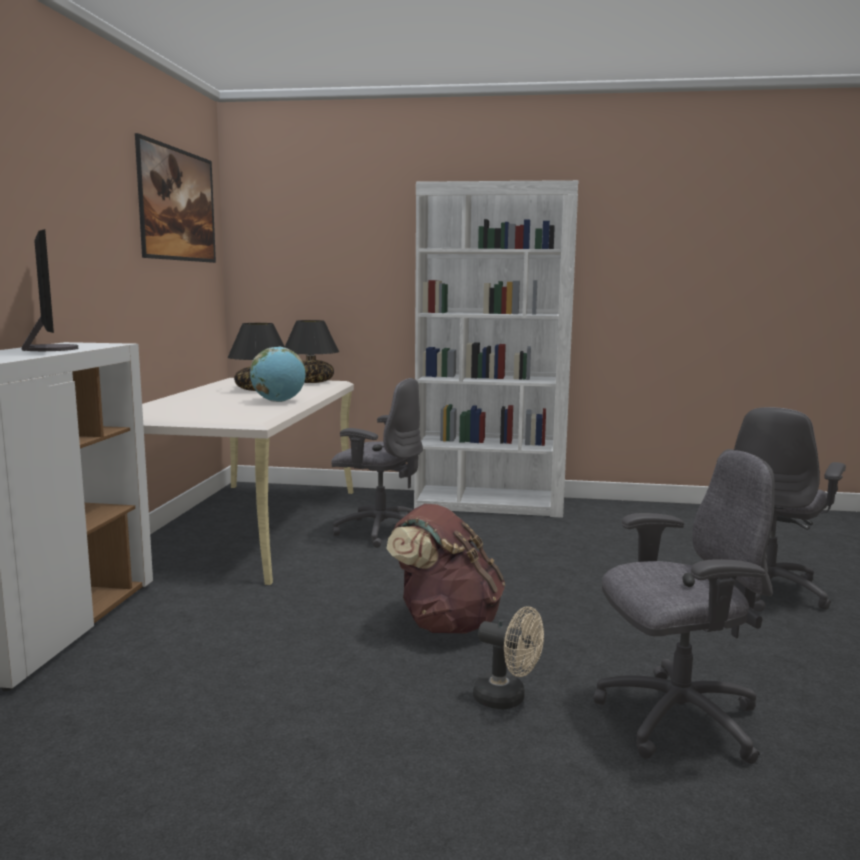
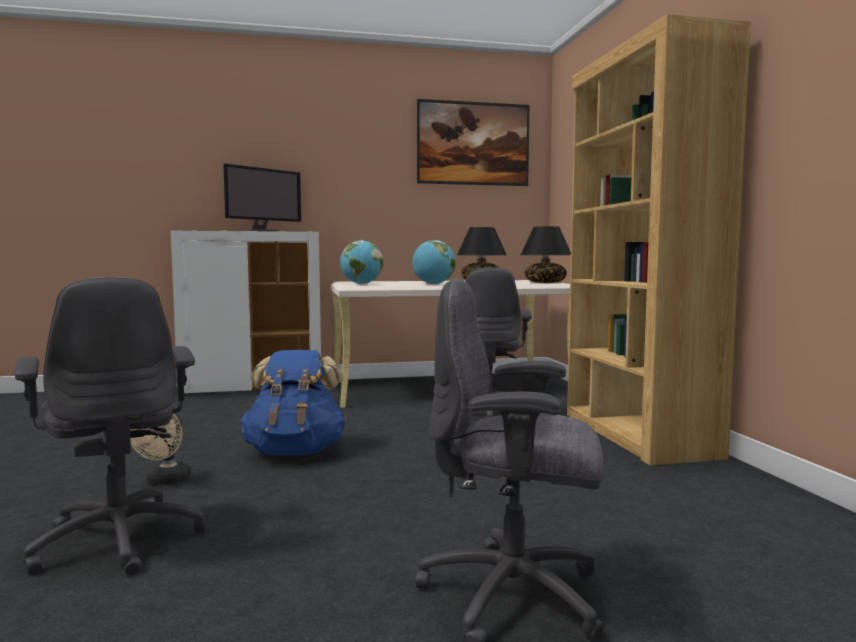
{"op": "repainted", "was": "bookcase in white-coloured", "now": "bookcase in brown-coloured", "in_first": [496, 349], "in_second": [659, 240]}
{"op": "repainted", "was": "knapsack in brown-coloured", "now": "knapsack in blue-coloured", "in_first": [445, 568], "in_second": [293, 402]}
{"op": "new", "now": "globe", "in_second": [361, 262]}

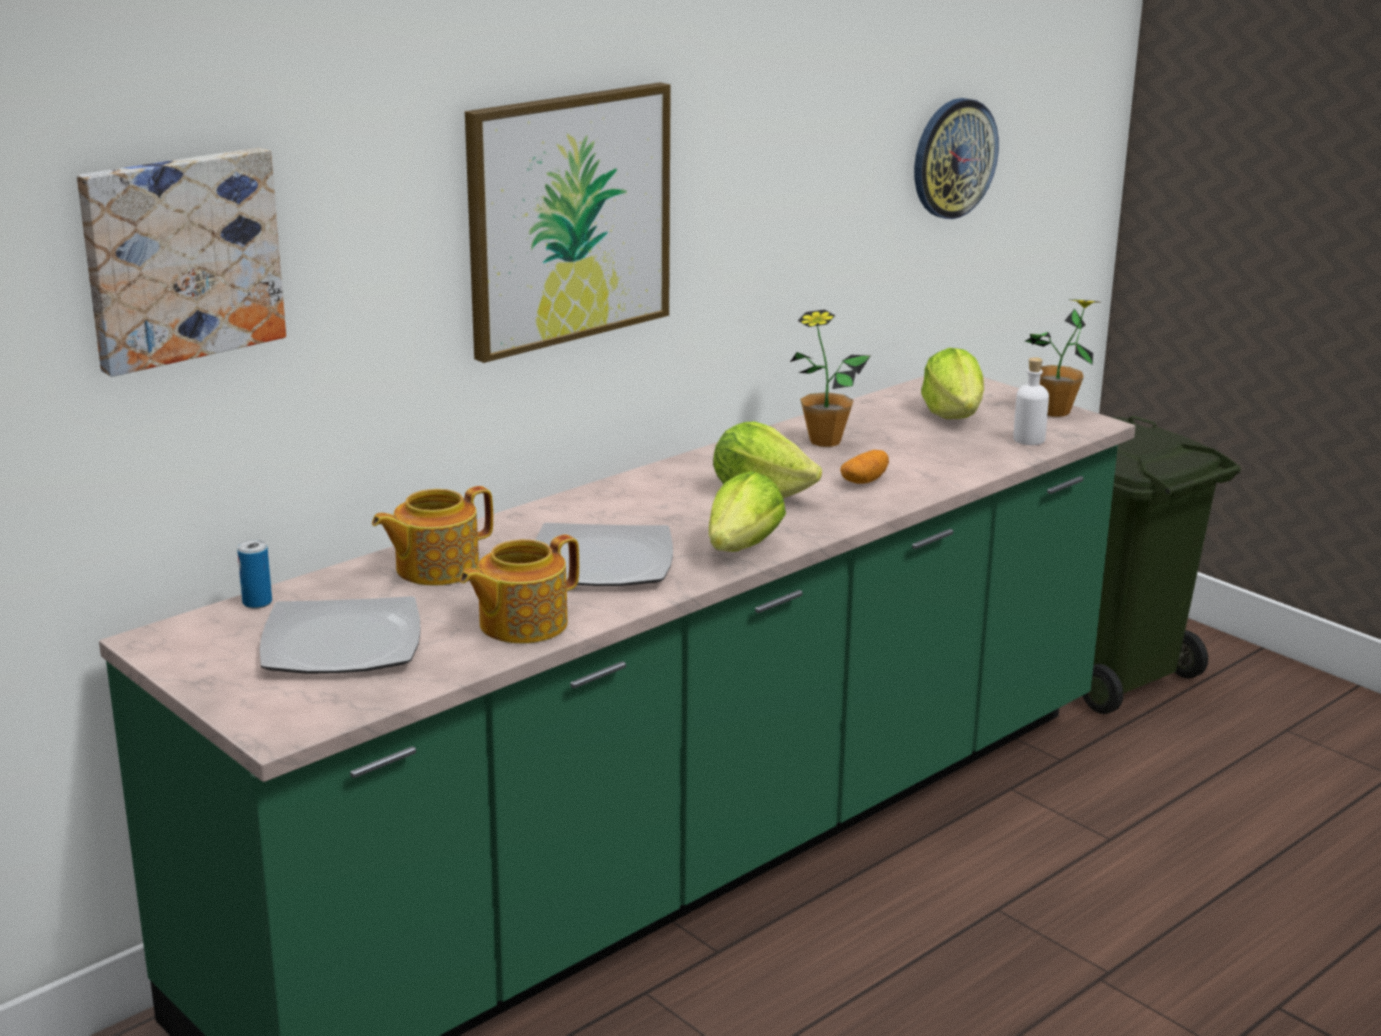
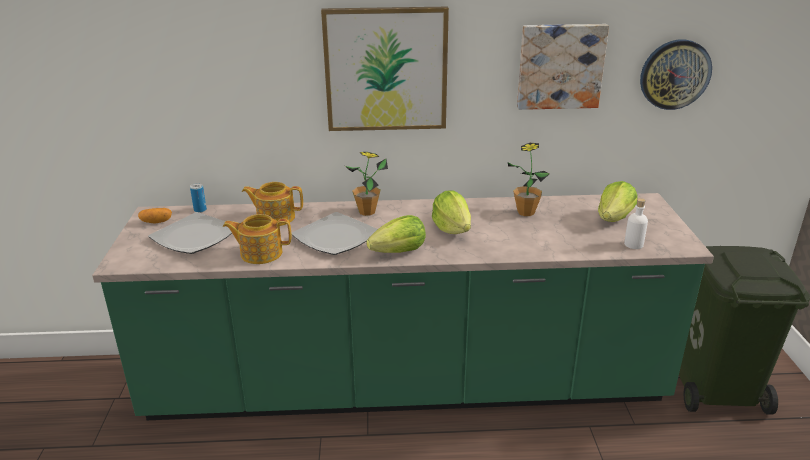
{"op": "shifted", "was": "wall picture", "in_first": [181, 262], "in_second": [563, 67]}
{"op": "shifted", "was": "potted plant", "in_first": [1063, 358], "in_second": [366, 184]}
{"op": "shifted", "was": "spud", "in_first": [864, 467], "in_second": [155, 215]}

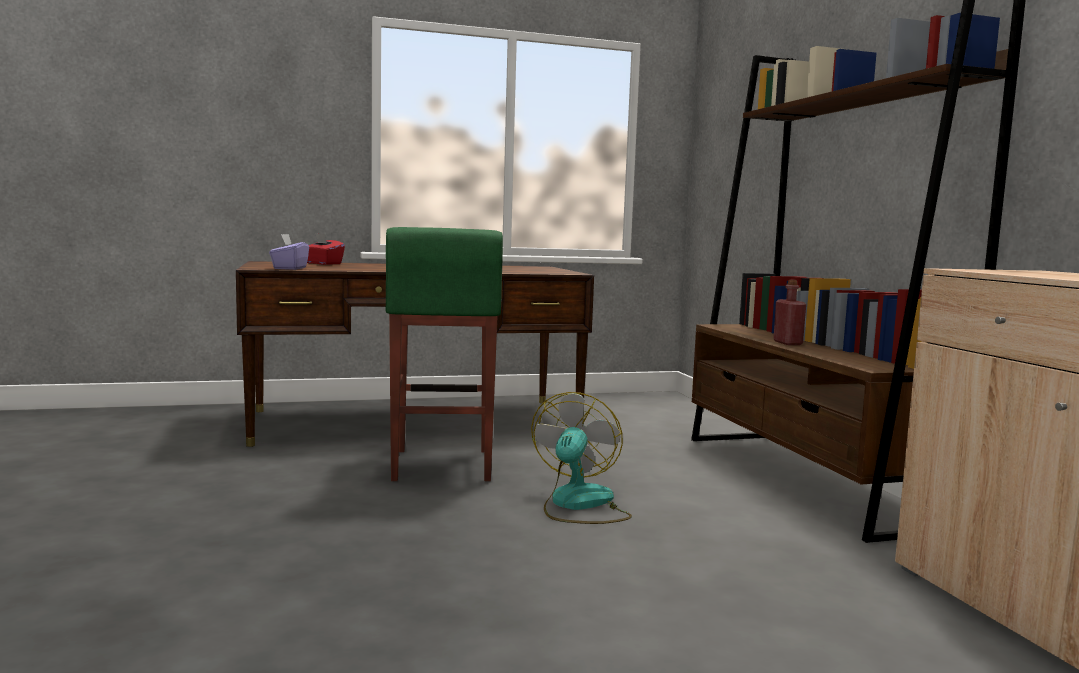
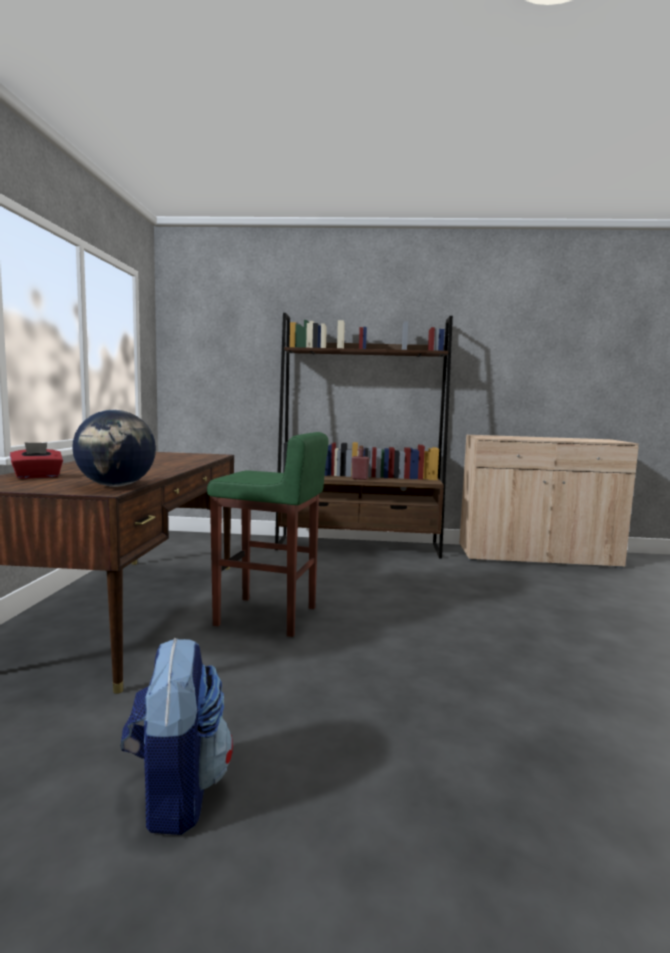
{"op": "swapped", "was": "tissue box in purple-coloured", "now": "globe", "in_first": [289, 252], "in_second": [114, 448]}
{"op": "gone", "was": "cooling fan", "in_first": [581, 458]}
{"op": "new", "now": "knapsack", "in_second": [177, 736]}

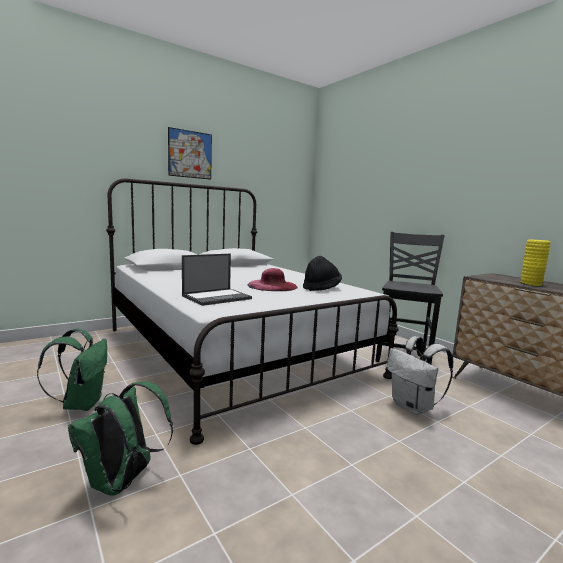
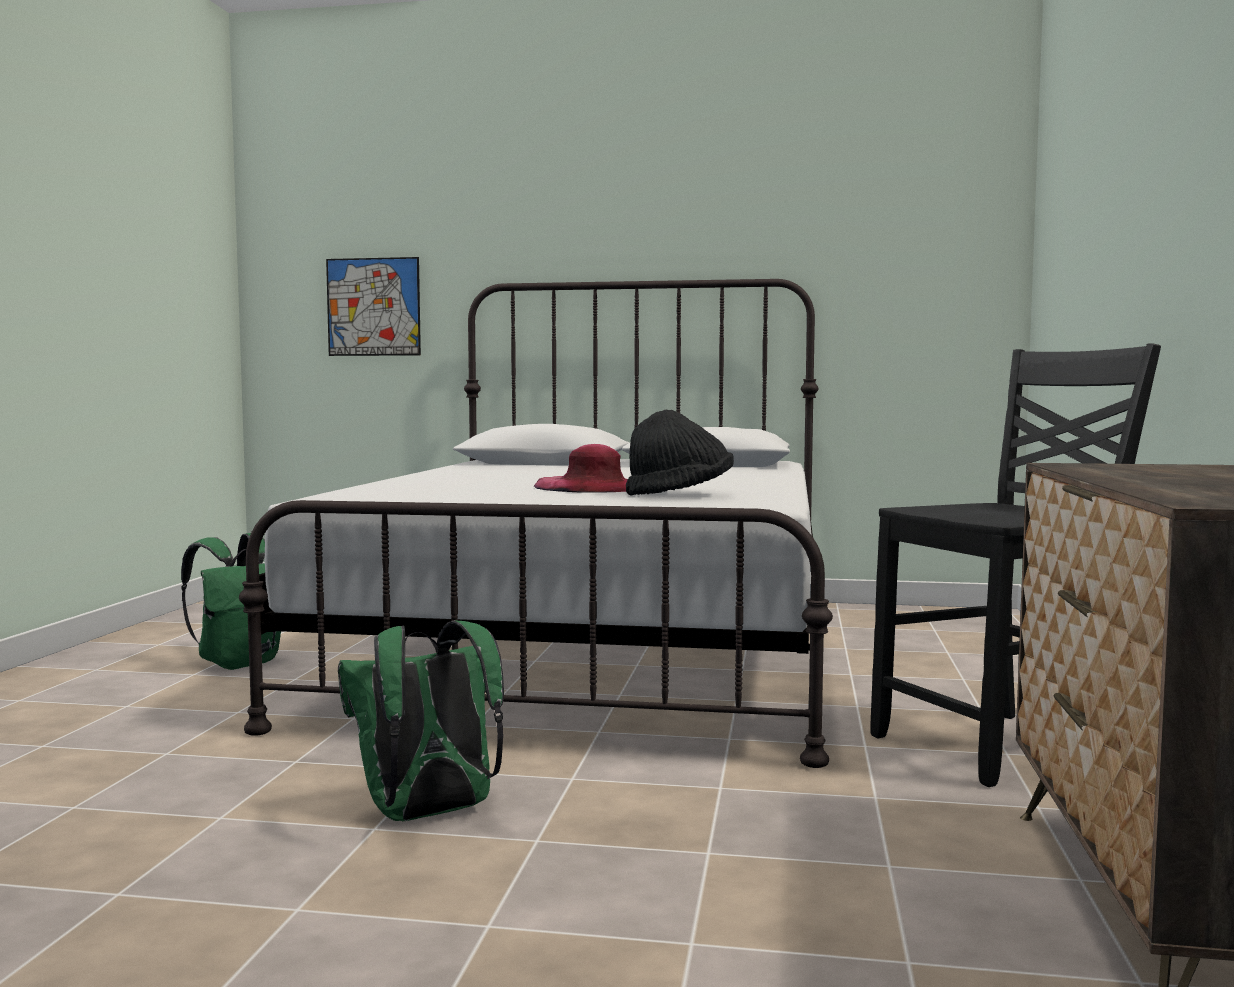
{"op": "shifted", "was": "wall picture", "in_first": [190, 153], "in_second": [373, 306]}
{"op": "gone", "was": "flower vase in yellowish", "in_first": [535, 262]}
{"op": "gone", "was": "laptop", "in_first": [217, 280]}
{"op": "gone", "was": "knapsack in white-coloured", "in_first": [420, 375]}
{"op": "shifted", "was": "knapsack in green", "in_first": [120, 438], "in_second": [421, 721]}

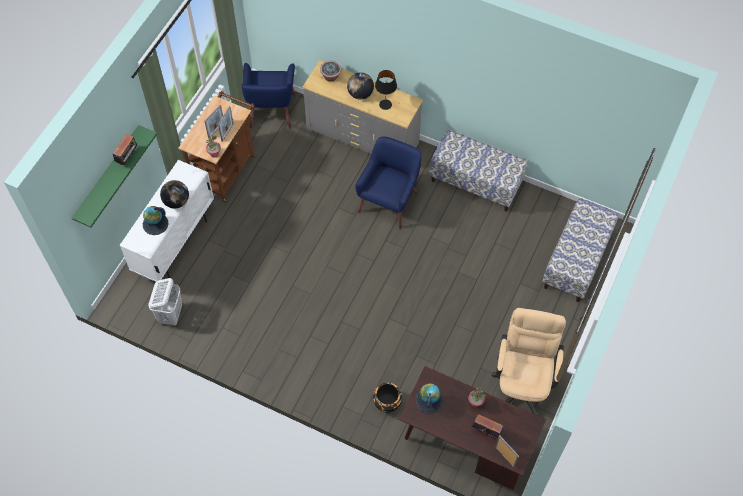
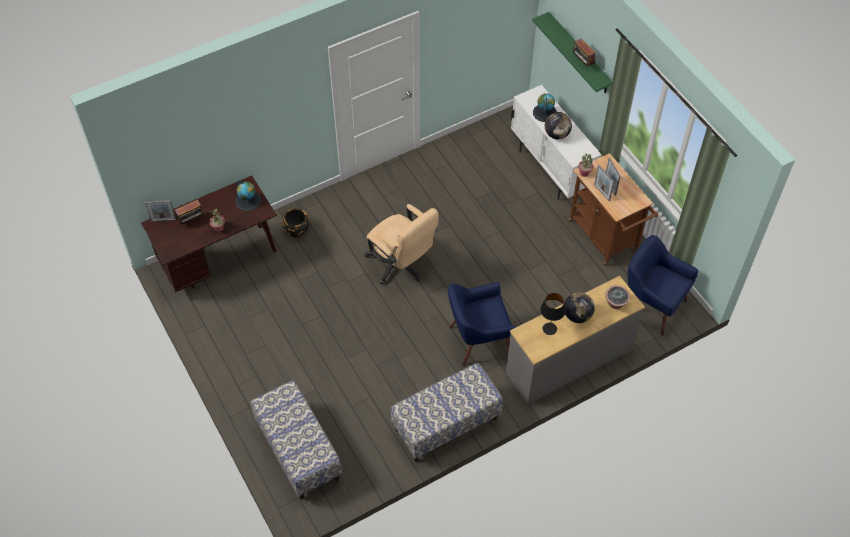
{"op": "rotated", "was": "lounge chair in blue-coloured", "in_first": [388, 183], "in_second": [482, 324], "clockwise": 105}
{"op": "gone", "was": "washing basket in white-coloured", "in_first": [165, 301]}
{"op": "shifted", "was": "computer chair in beige", "in_first": [528, 362], "in_second": [402, 244]}

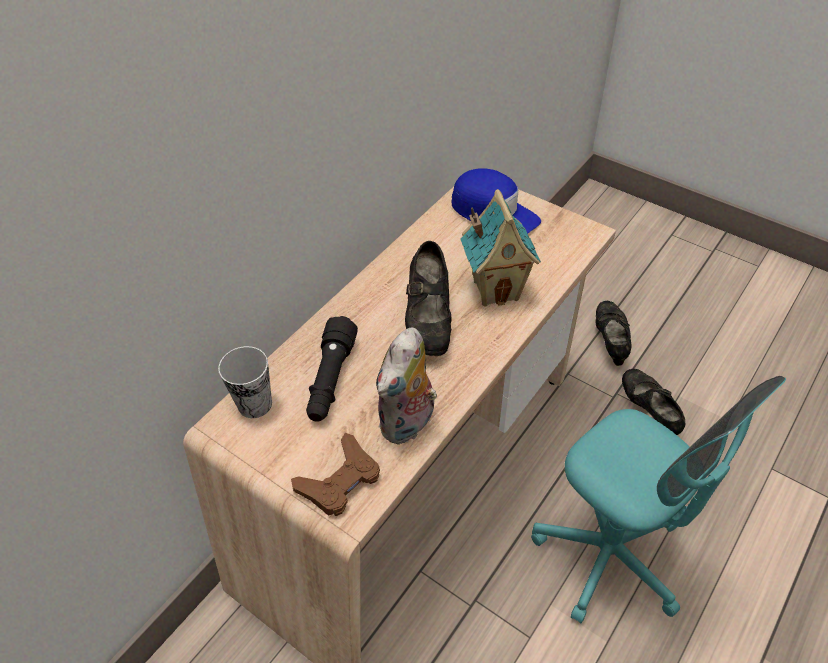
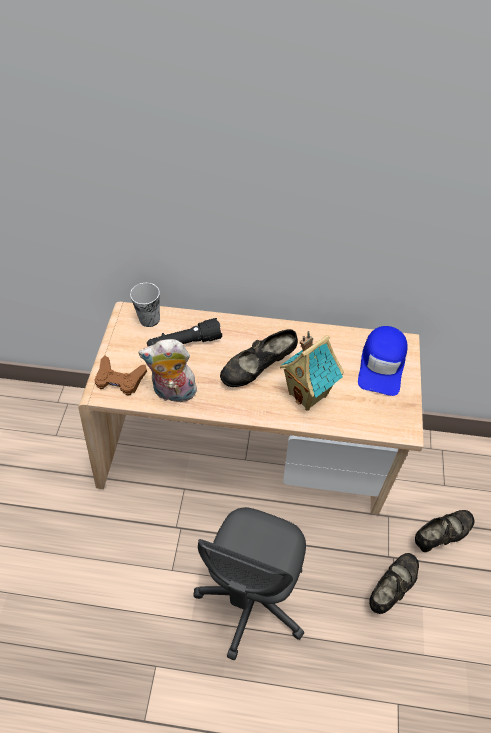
{"op": "repainted", "was": "computer chair in turquoise", "now": "computer chair in gray", "in_first": [658, 499], "in_second": [249, 583]}

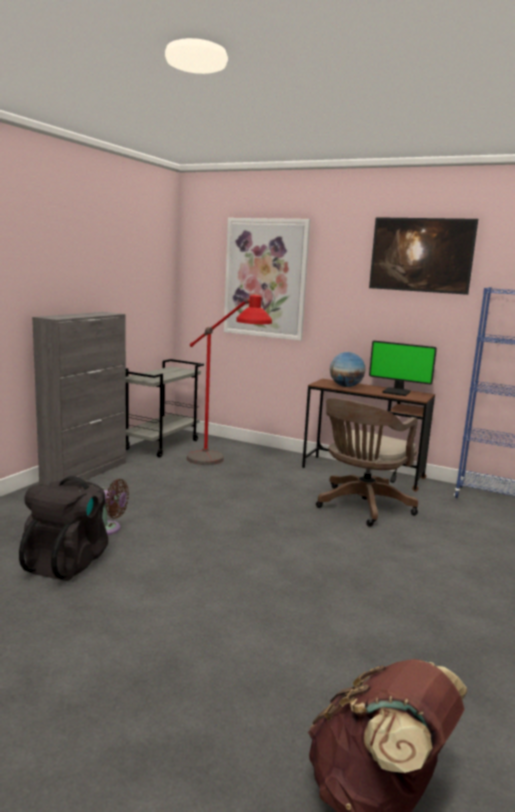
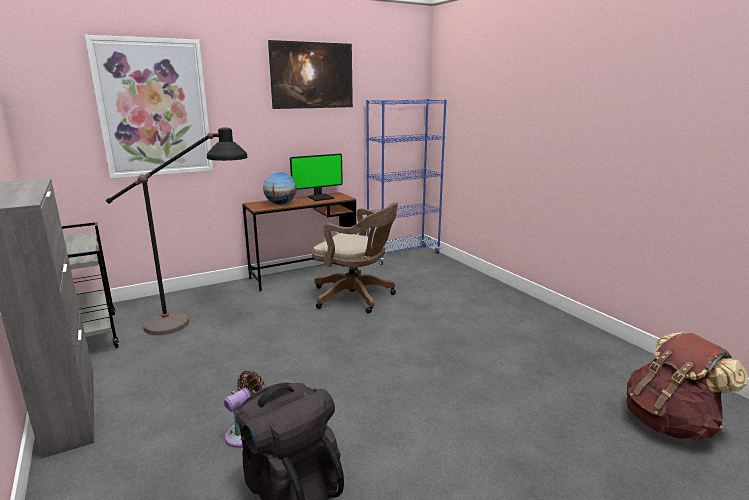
{"op": "repainted", "was": "standing lamp in reddish", "now": "standing lamp in blackish", "in_first": [229, 380], "in_second": [176, 231]}
{"op": "rotated", "was": "computer chair in brown-coloured", "in_first": [367, 462], "in_second": [355, 258], "clockwise": -45}

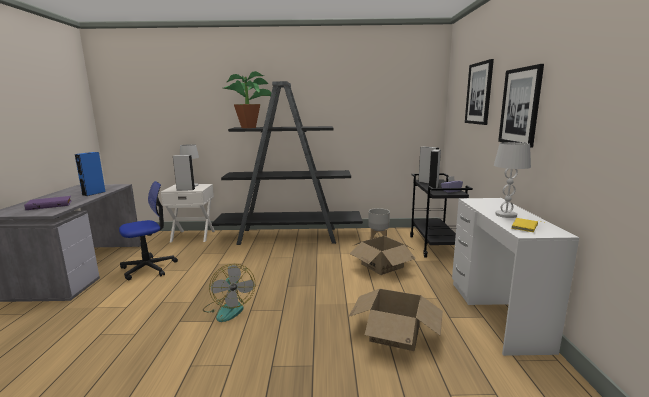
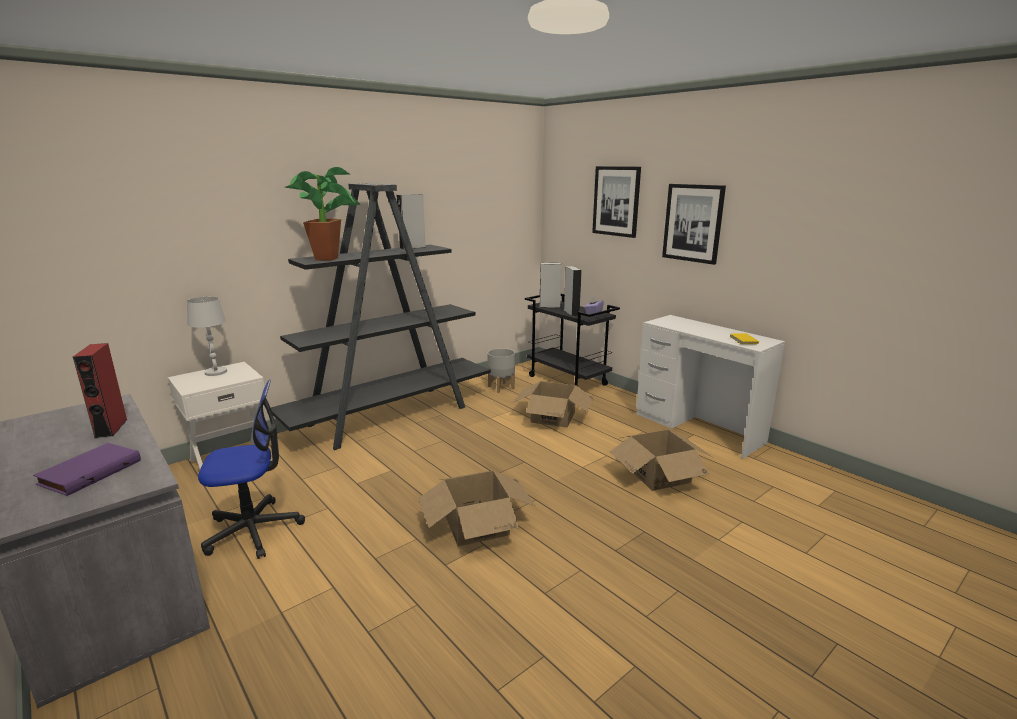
{"op": "gone", "was": "table lamp in white-coloured", "in_first": [512, 180]}
{"op": "repainted", "was": "speaker in blue-coloured", "now": "speaker in reddish", "in_first": [90, 174], "in_second": [100, 391]}
{"op": "shifted", "was": "speaker in gray", "in_first": [184, 172], "in_second": [411, 222]}
{"op": "rotated", "was": "computer chair", "in_first": [148, 230], "in_second": [251, 469], "clockwise": 60}
{"op": "swapped", "was": "cooling fan", "now": "packing box", "in_first": [229, 293], "in_second": [476, 508]}

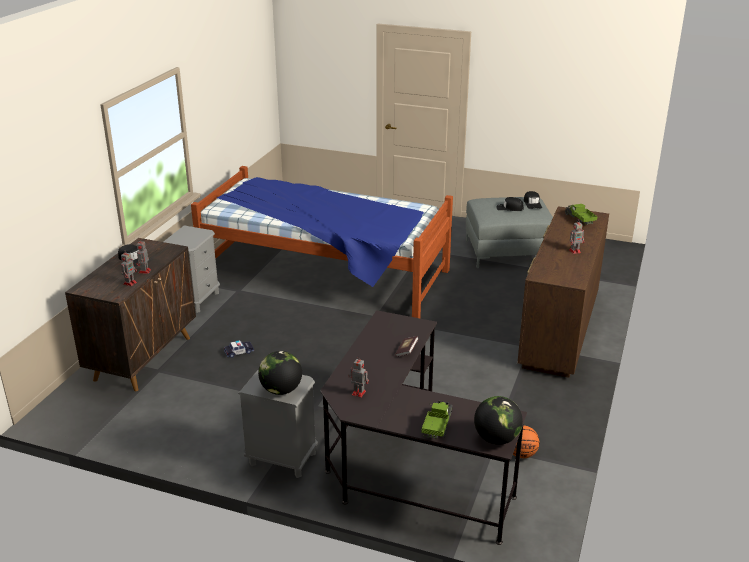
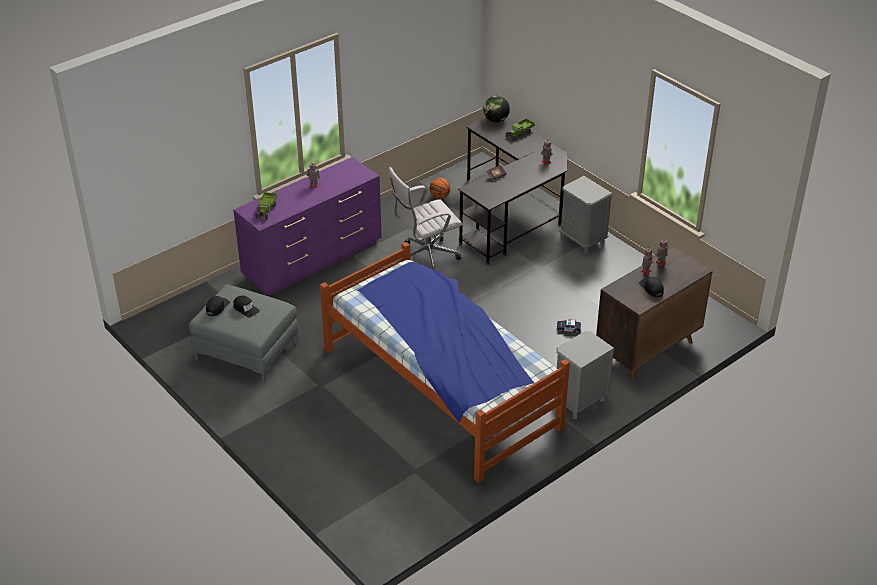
{"op": "repainted", "was": "drawer chest in brown-coloured", "now": "drawer chest in purple-coloured", "in_first": [563, 292], "in_second": [307, 226]}
{"op": "gone", "was": "globe", "in_first": [280, 373]}
{"op": "new", "now": "computer chair in white-coloured", "in_second": [425, 218]}

